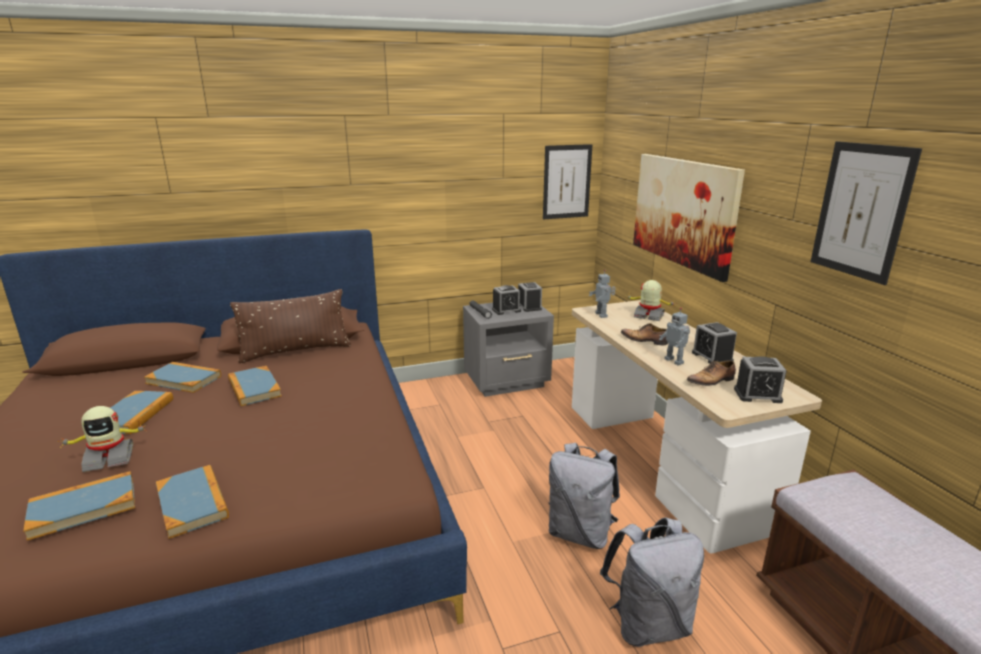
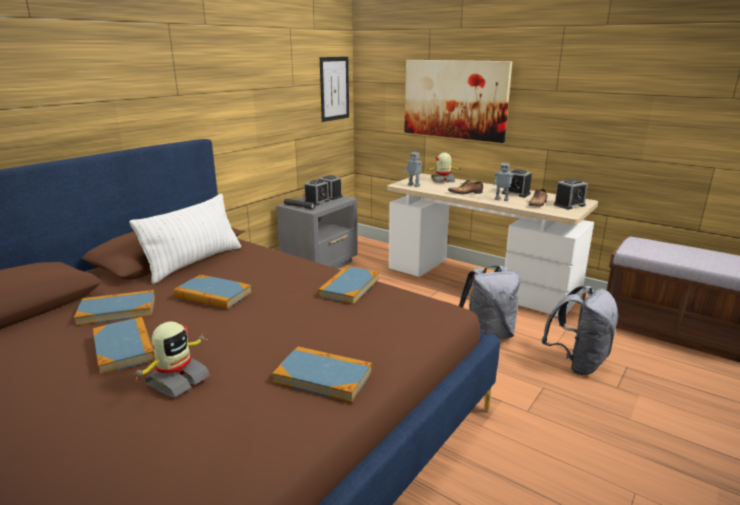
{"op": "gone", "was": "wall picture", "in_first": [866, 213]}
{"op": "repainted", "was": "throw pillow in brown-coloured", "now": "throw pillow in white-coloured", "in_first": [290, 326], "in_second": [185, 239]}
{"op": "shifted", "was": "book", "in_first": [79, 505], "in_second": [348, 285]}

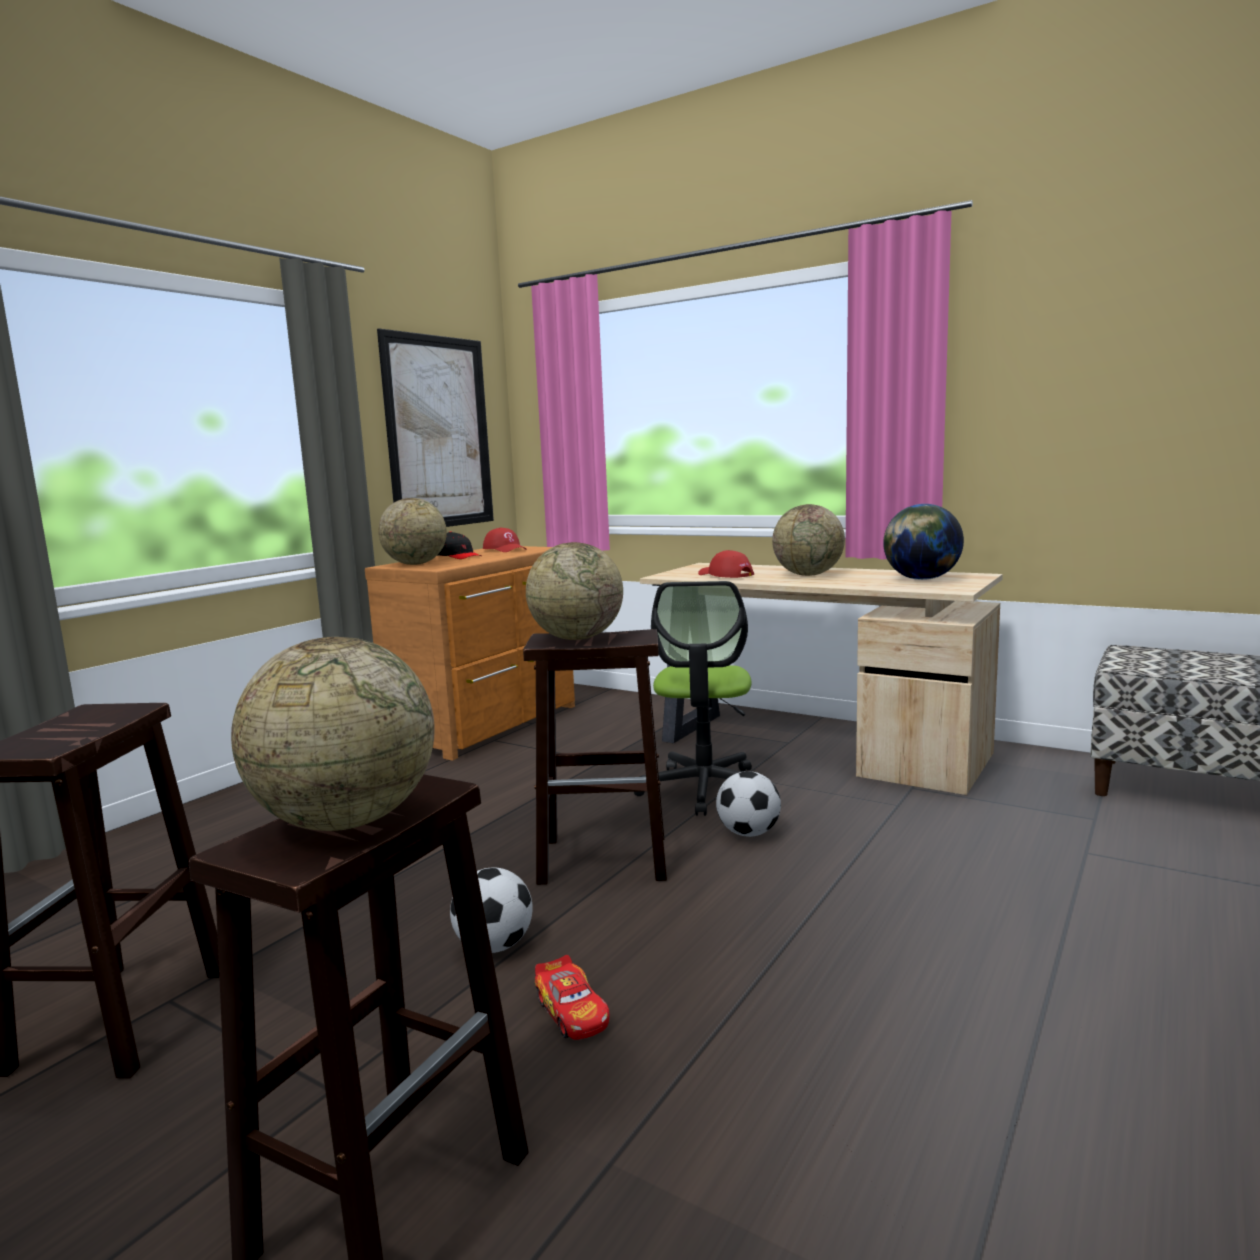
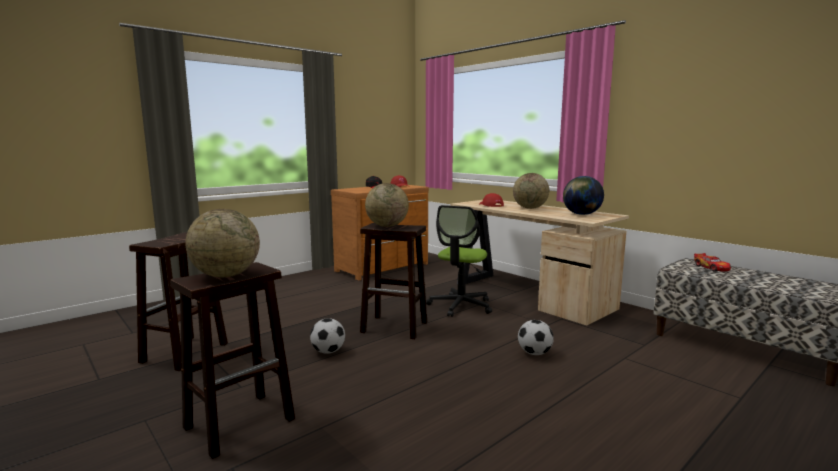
{"op": "gone", "was": "wall picture", "in_first": [435, 427]}
{"op": "gone", "was": "globe", "in_first": [412, 531]}
{"op": "shifted", "was": "football ball", "in_first": [748, 804], "in_second": [536, 337]}
{"op": "shifted", "was": "miniature car", "in_first": [572, 997], "in_second": [712, 262]}

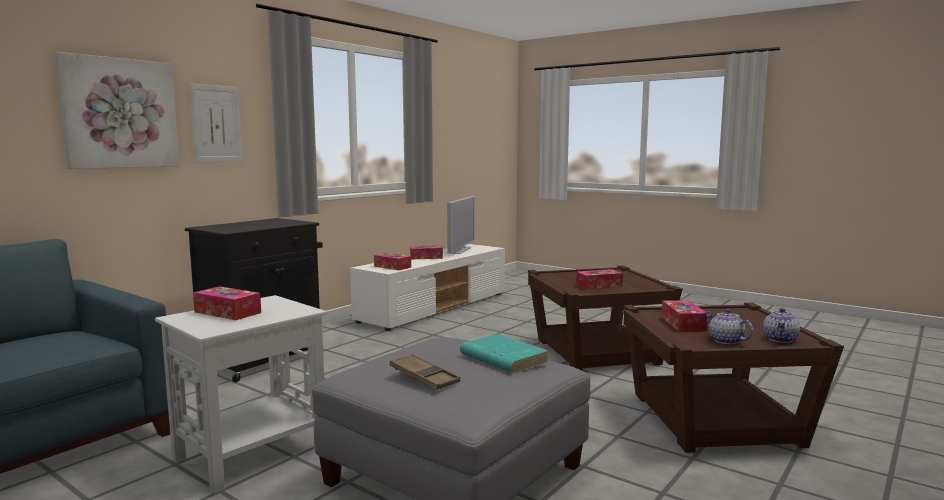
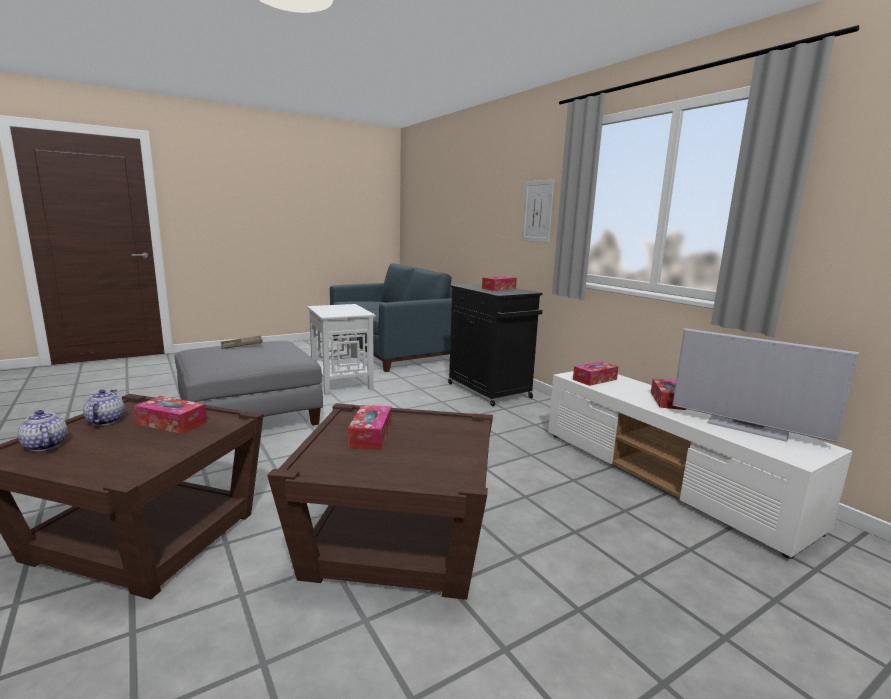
{"op": "gone", "was": "wall picture", "in_first": [117, 110]}
{"op": "shifted", "was": "tissue box", "in_first": [227, 303], "in_second": [499, 283]}
{"op": "rotated", "was": "pot for tea", "in_first": [728, 326], "in_second": [104, 407], "clockwise": -90}
{"op": "gone", "was": "book in turquoise", "in_first": [504, 353]}

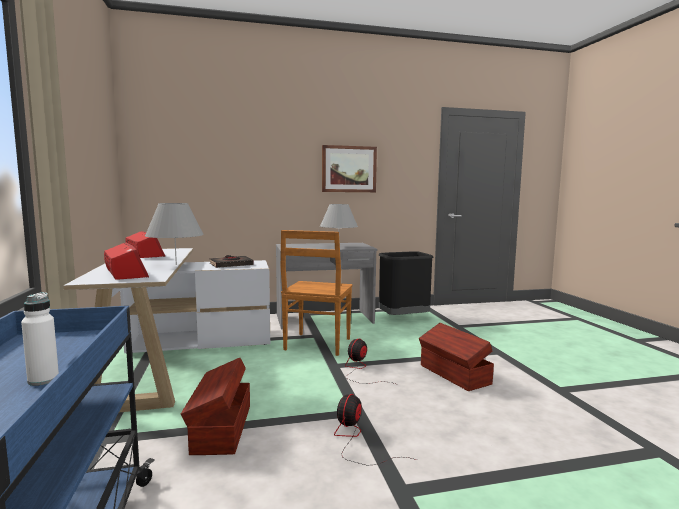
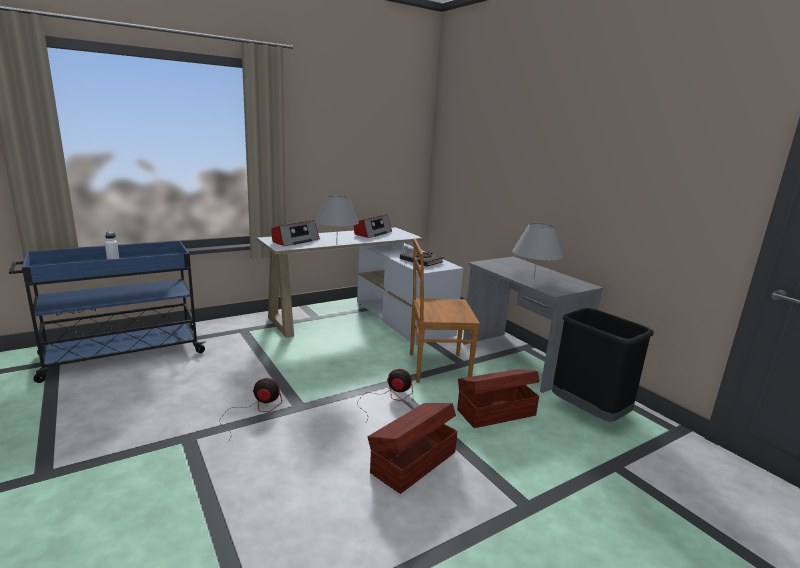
{"op": "gone", "was": "wall picture", "in_first": [349, 168]}
{"op": "shifted", "was": "storage container in brown-coloured", "in_first": [215, 406], "in_second": [498, 398]}

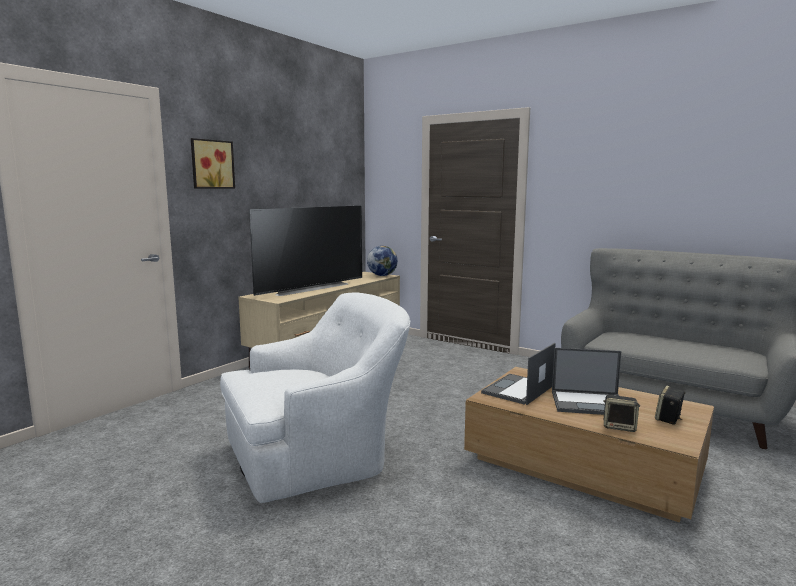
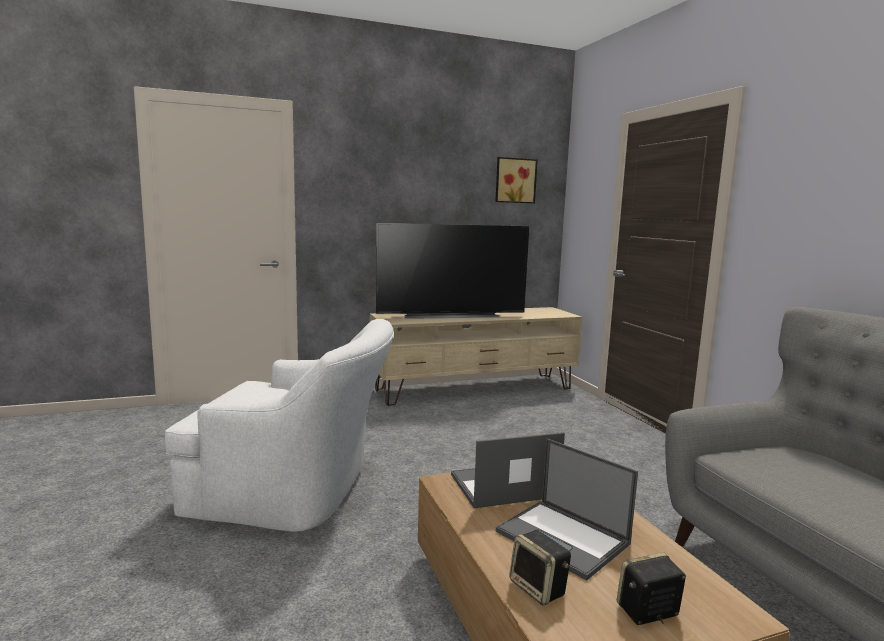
{"op": "shifted", "was": "wall picture", "in_first": [213, 163], "in_second": [516, 180]}
{"op": "gone", "was": "globe", "in_first": [382, 261]}

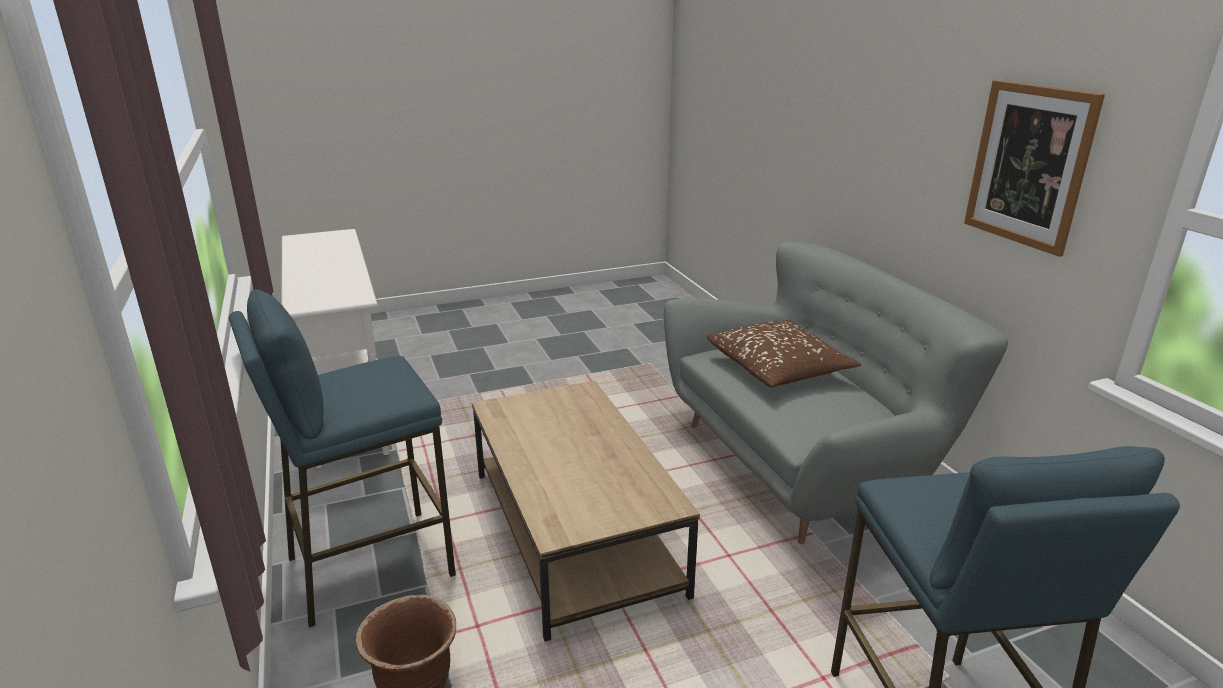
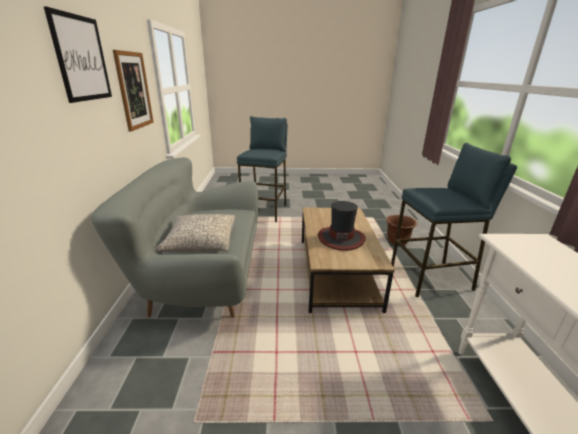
{"op": "repainted", "was": "throw pillow in brown-coloured", "now": "throw pillow in gray", "in_first": [784, 353], "in_second": [194, 233]}
{"op": "new", "now": "wall picture", "in_second": [78, 54]}
{"op": "new", "now": "clothing hat", "in_second": [342, 226]}

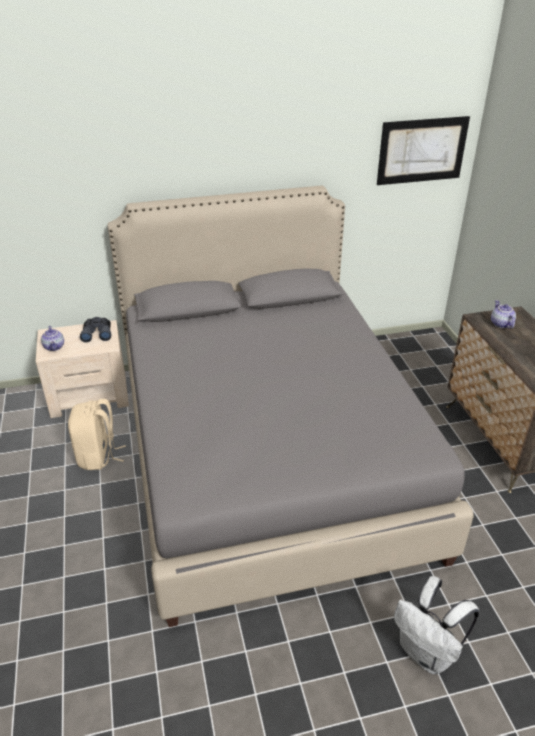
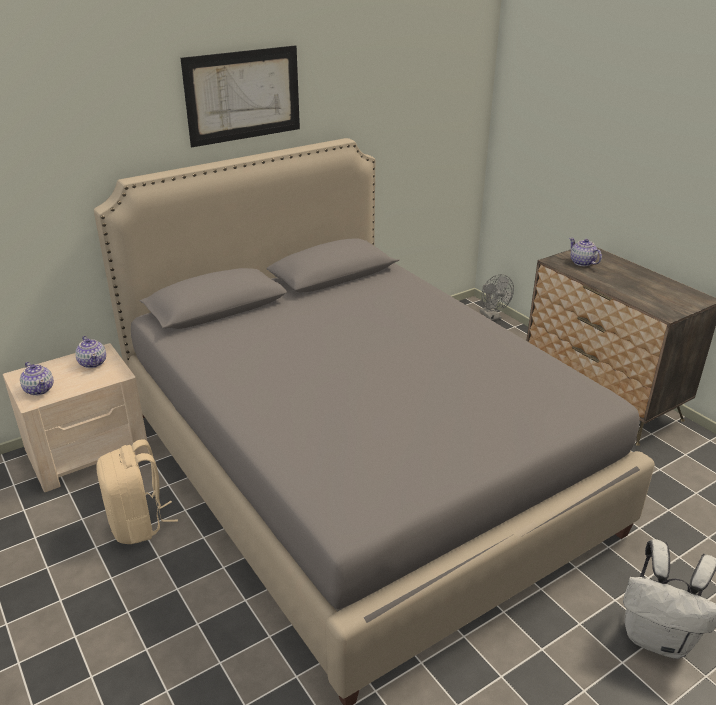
{"op": "shifted", "was": "wall picture", "in_first": [423, 150], "in_second": [240, 96]}
{"op": "swapped", "was": "binoculars in gray", "now": "pot for tea", "in_first": [95, 329], "in_second": [90, 352]}
{"op": "new", "now": "cooling fan in gray", "in_second": [497, 297]}

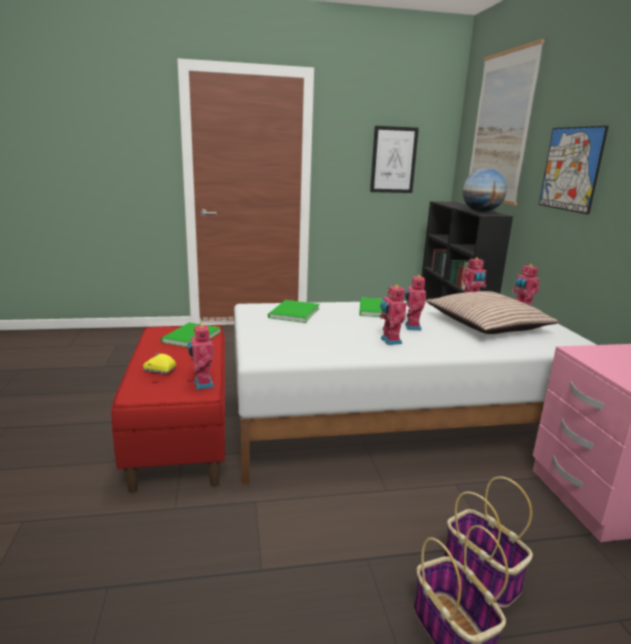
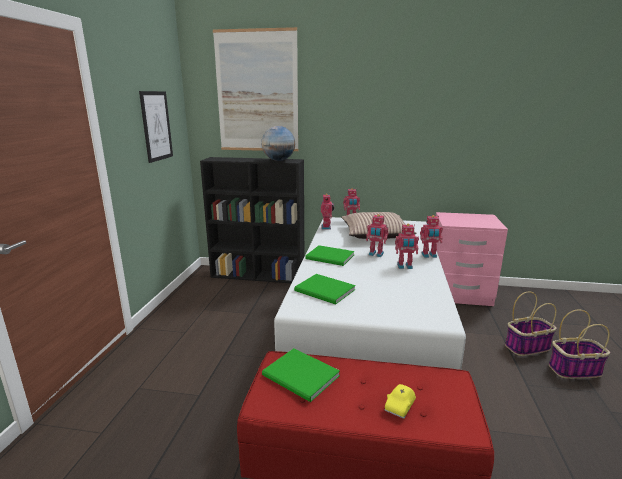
{"op": "gone", "was": "wall picture", "in_first": [574, 170]}
{"op": "shifted", "was": "model robot", "in_first": [200, 356], "in_second": [431, 236]}

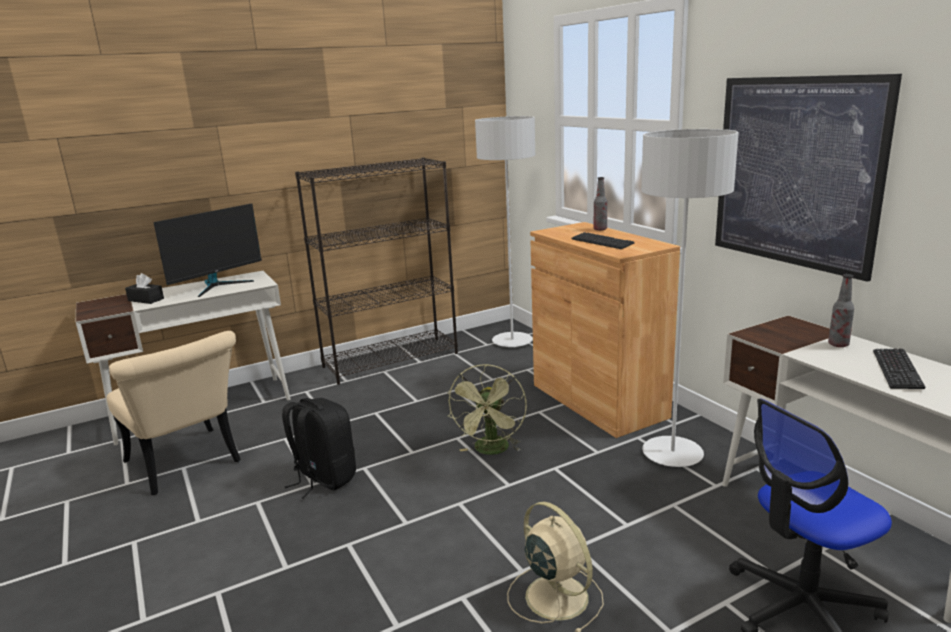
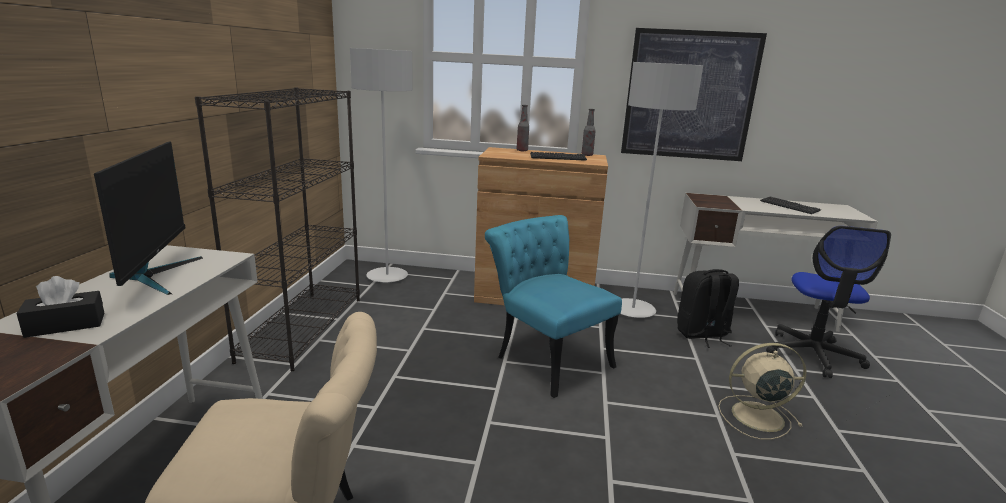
{"op": "shifted", "was": "beverage bottle", "in_first": [841, 310], "in_second": [589, 132]}
{"op": "swapped", "was": "cooling fan in green", "now": "upright chair in turquoise", "in_first": [487, 409], "in_second": [553, 306]}
{"op": "shifted", "was": "knapsack in blackish", "in_first": [319, 448], "in_second": [708, 308]}

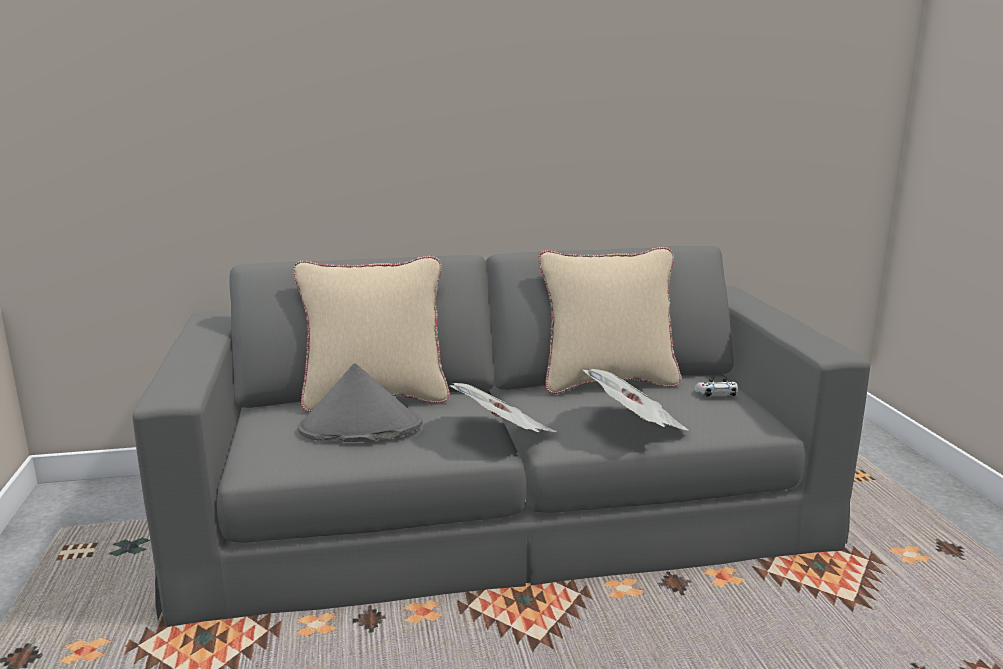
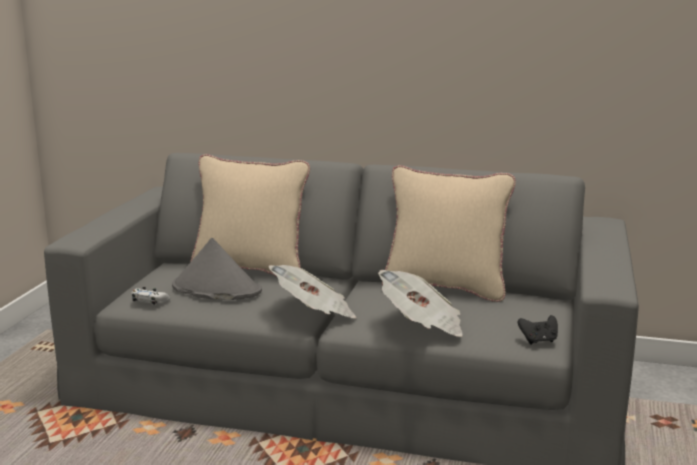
{"op": "shifted", "was": "joypad in white-coloured", "in_first": [716, 388], "in_second": [150, 296]}
{"op": "new", "now": "joypad in blackish", "in_second": [538, 330]}

